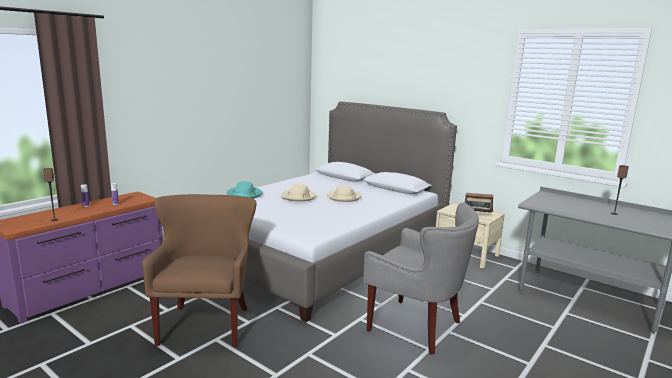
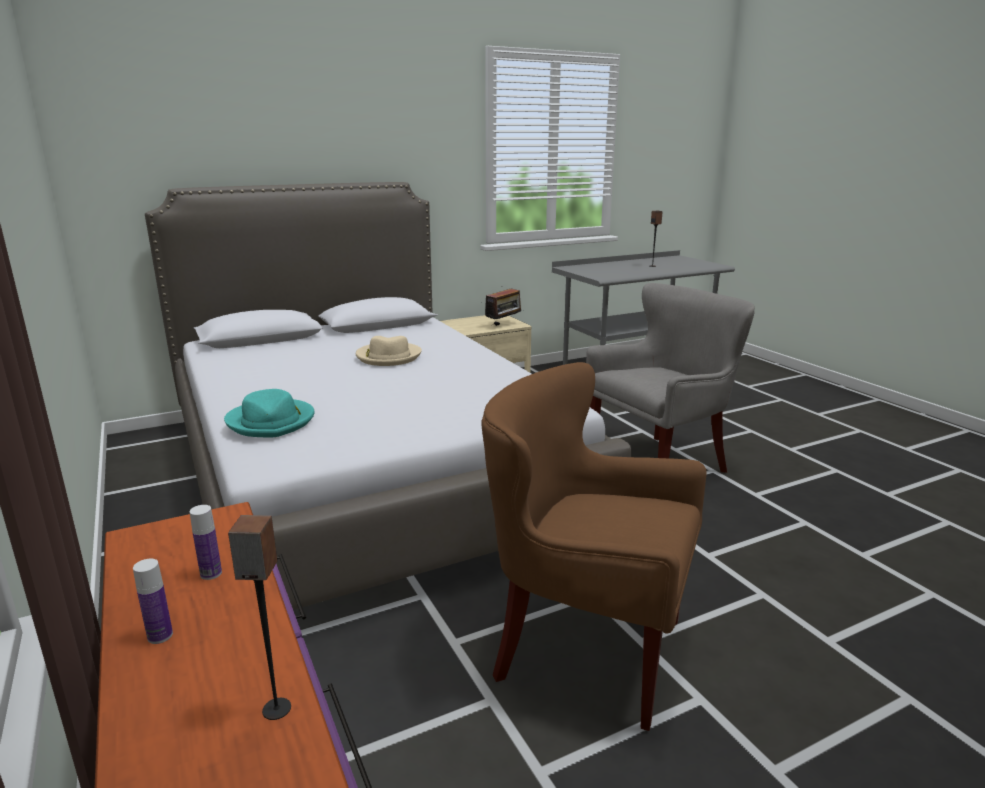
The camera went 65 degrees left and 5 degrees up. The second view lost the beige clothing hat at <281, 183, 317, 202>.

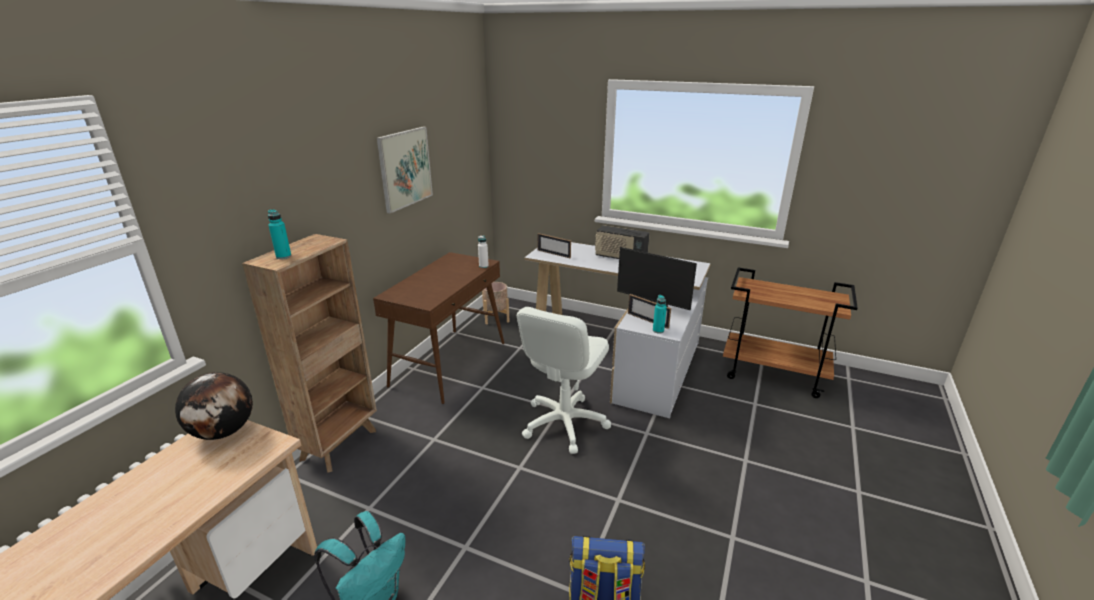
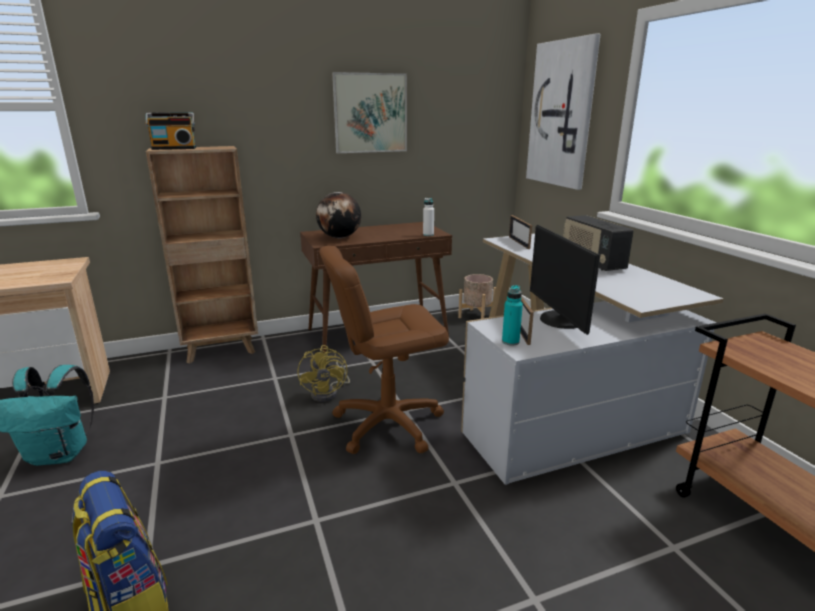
The camera went 45 degrees right and 5 degrees down. The globe ended up elsewhere, having gone from <175, 372, 253, 440> to <316, 192, 361, 238>. Where the turquoise drink bottle stood at <268, 209, 292, 259>, the radio set came to stand at <145, 112, 196, 150>. What was the white-coloured desk chair at <517, 307, 611, 454> turned into the brown desk chair at <319, 246, 449, 454>. The second view gained the yellow-coloured cooling fan at <297, 345, 350, 402>. The second view gained the picture at <526, 33, 601, 190>.

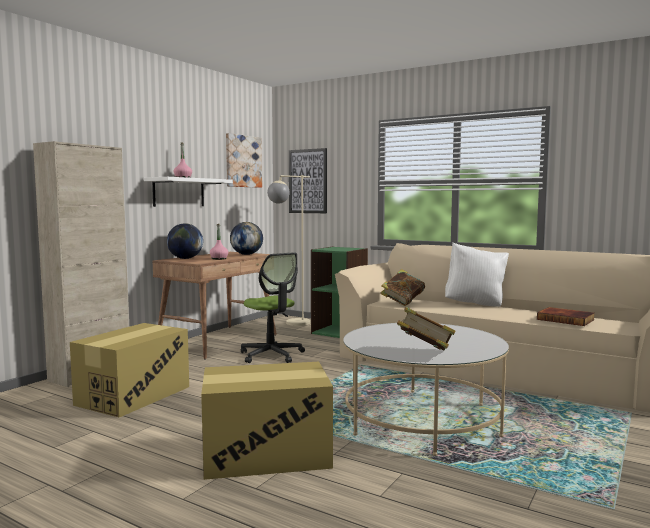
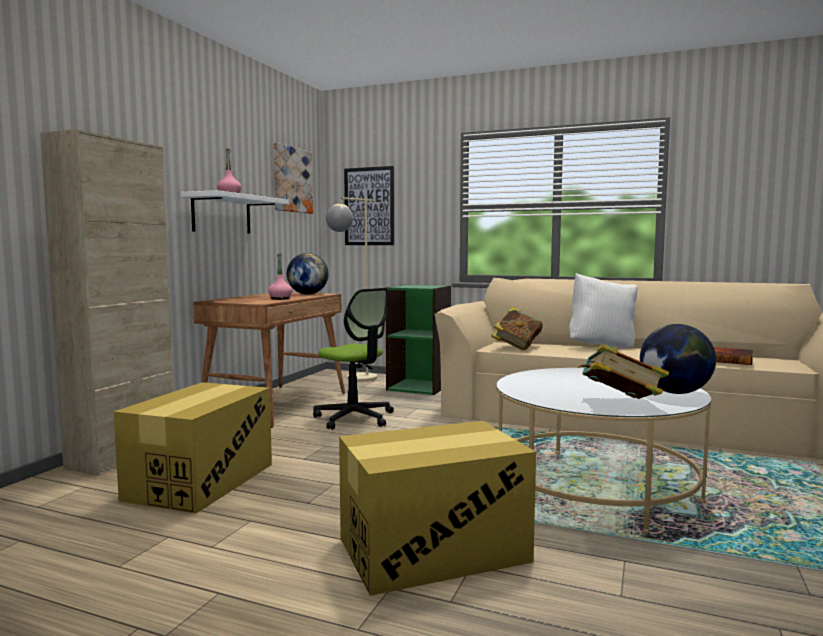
The camera went 10 degrees left and 0 degrees up. The globe ended up elsewhere, having gone from <167, 223, 203, 259> to <640, 324, 716, 394>.

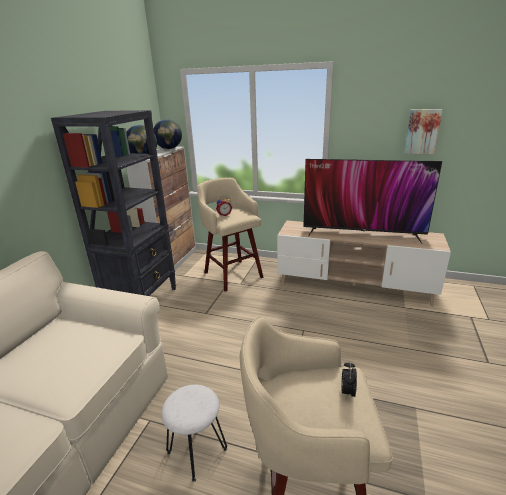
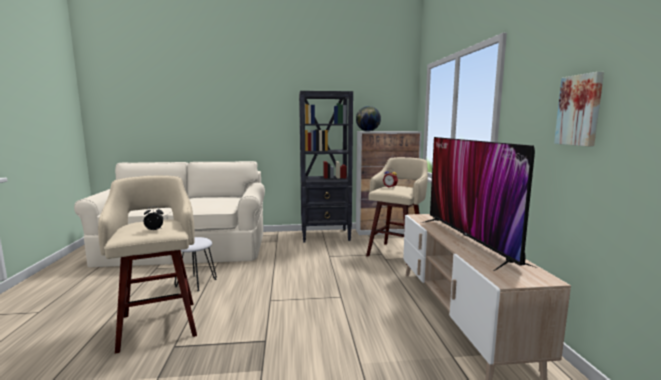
The camera went 65 degrees right and 15 degrees down. The second view lost the globe at <154, 119, 182, 149>.

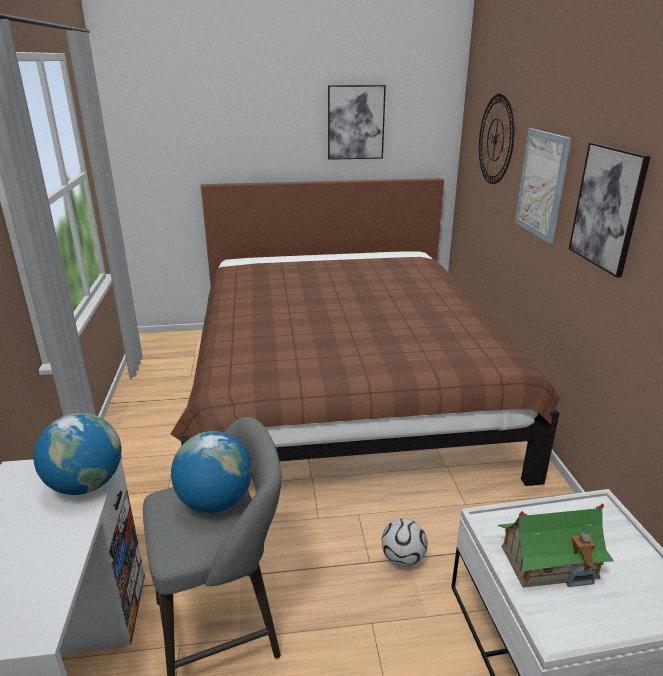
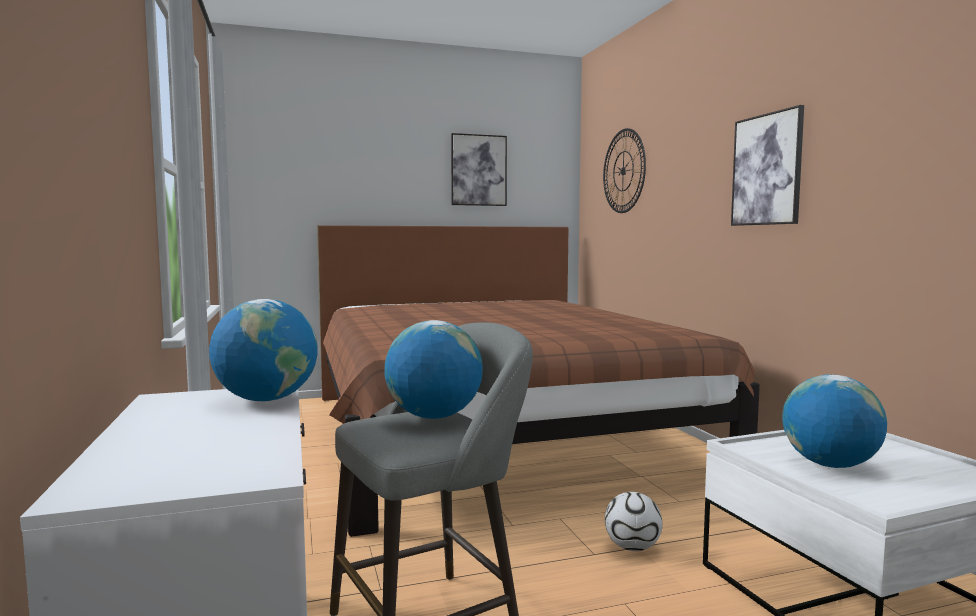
The camera went 10 degrees left and 20 degrees down. Where the toy house stood at <498, 503, 614, 588>, the globe came to stand at <782, 374, 887, 468>. The second view lost the picture at <515, 128, 572, 244>.

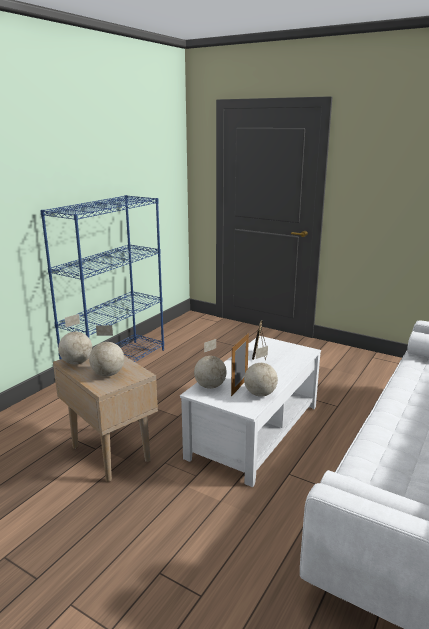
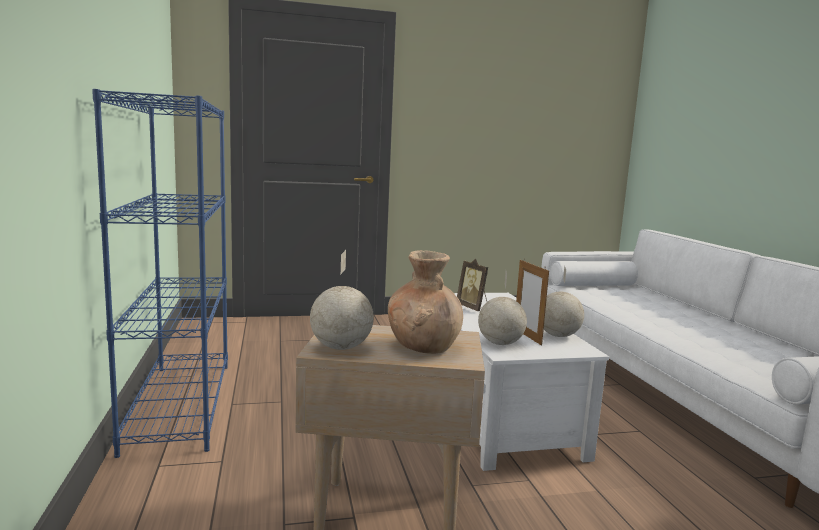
The camera went 45 degrees left and 10 degrees down. Where the globe stood at <89, 325, 124, 376>, the brown decorative vase came to stand at <388, 250, 463, 354>.

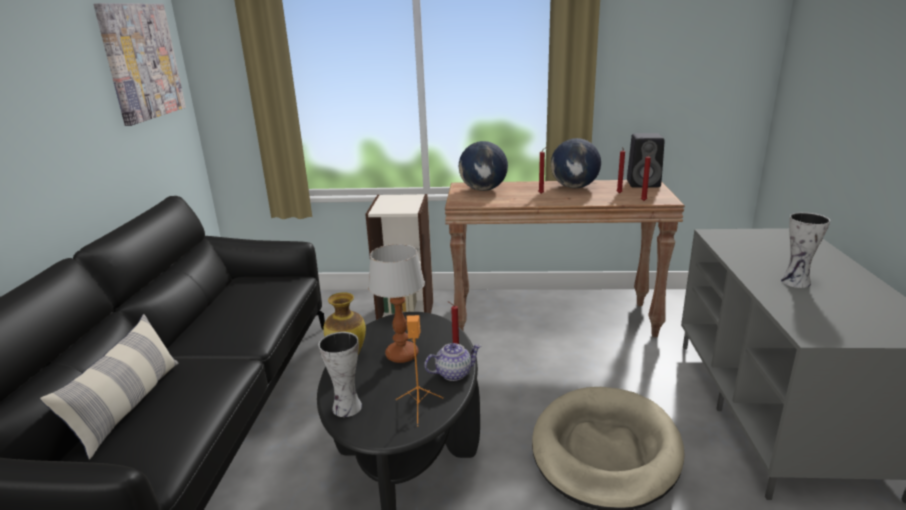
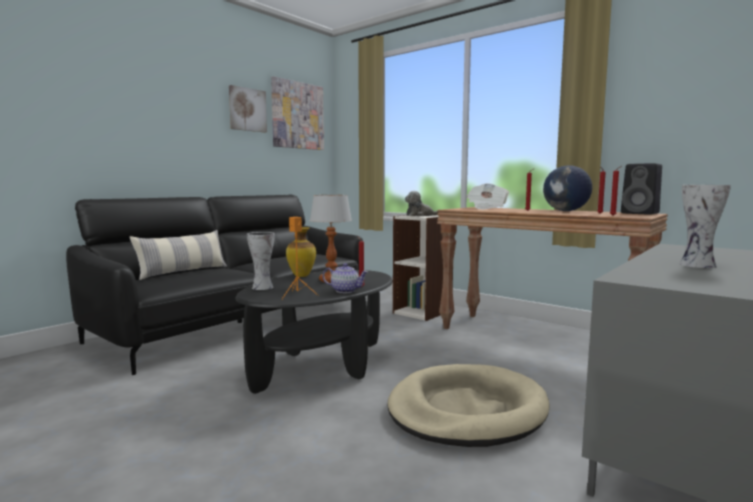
The camera went 35 degrees right and 15 degrees down. Where the globe stood at <459, 141, 508, 191>, the daily paper came to stand at <467, 184, 510, 210>. The second view gained the picture at <229, 85, 267, 132>. The second view gained the cuddly toy at <405, 191, 440, 216>.

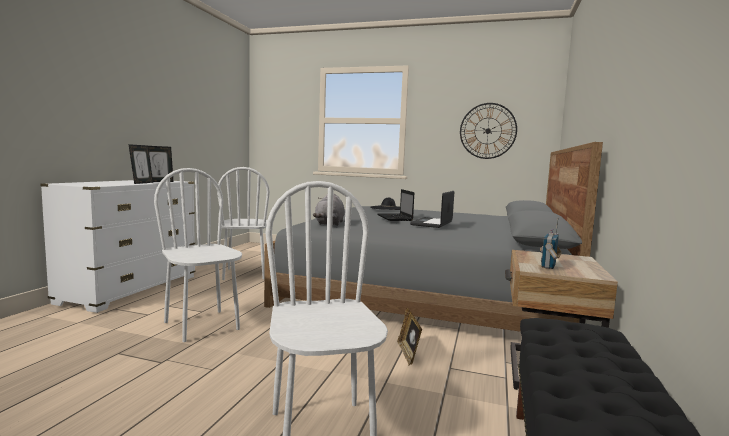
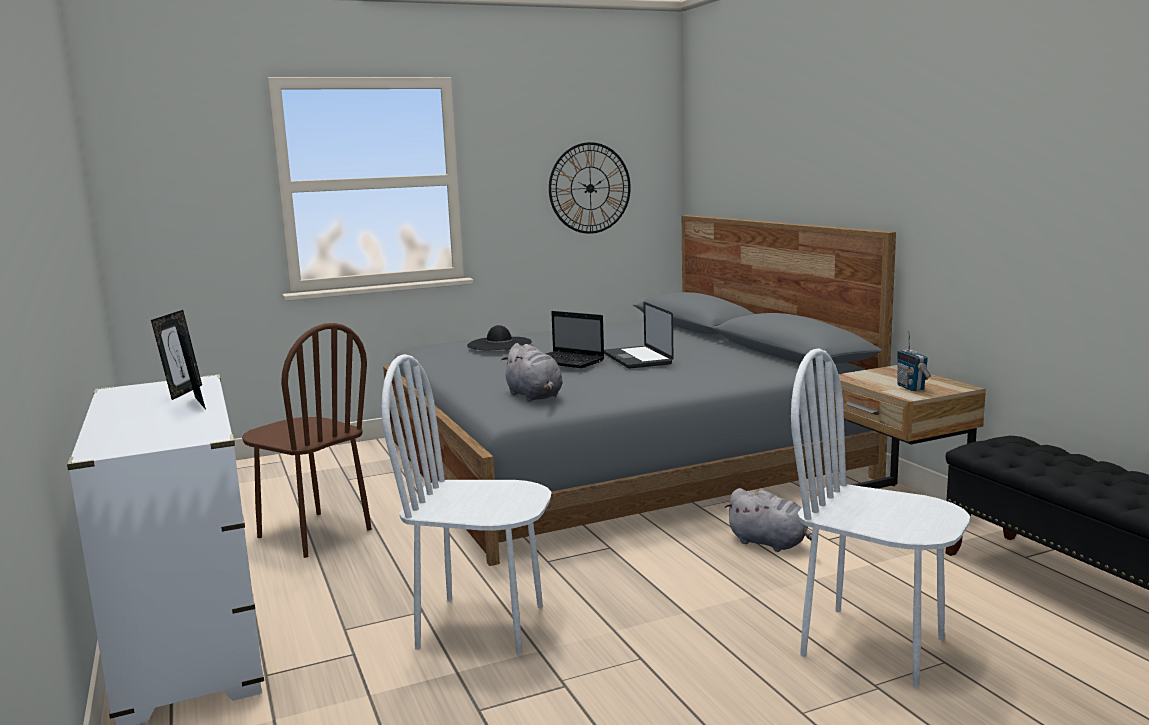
The camera went 40 degrees left and 5 degrees up. What was the white-coloured upright chair at <217, 167, 270, 280> turned into the brown upright chair at <242, 323, 372, 558>. Where the standing frame stood at <397, 308, 422, 365>, the gray cuddly toy came to stand at <725, 488, 812, 552>.

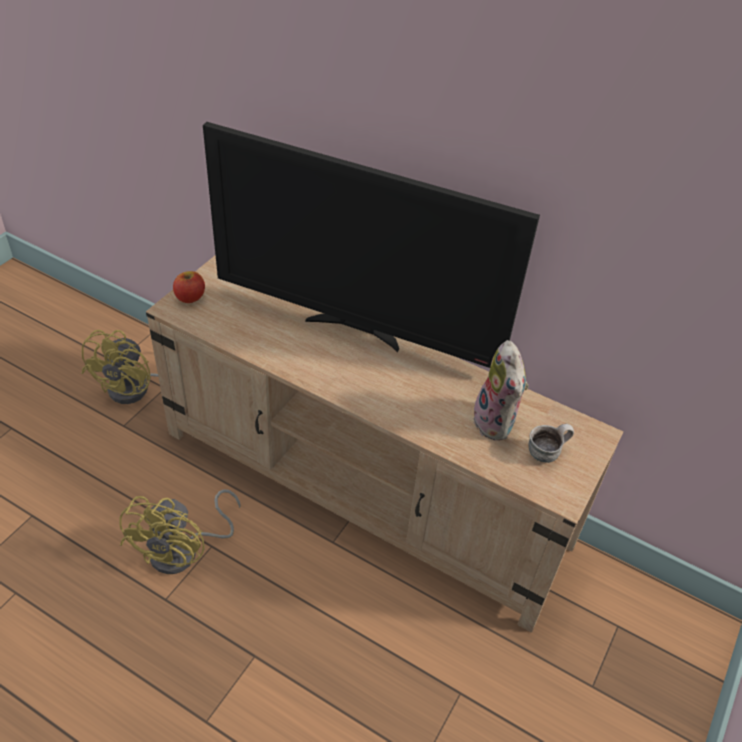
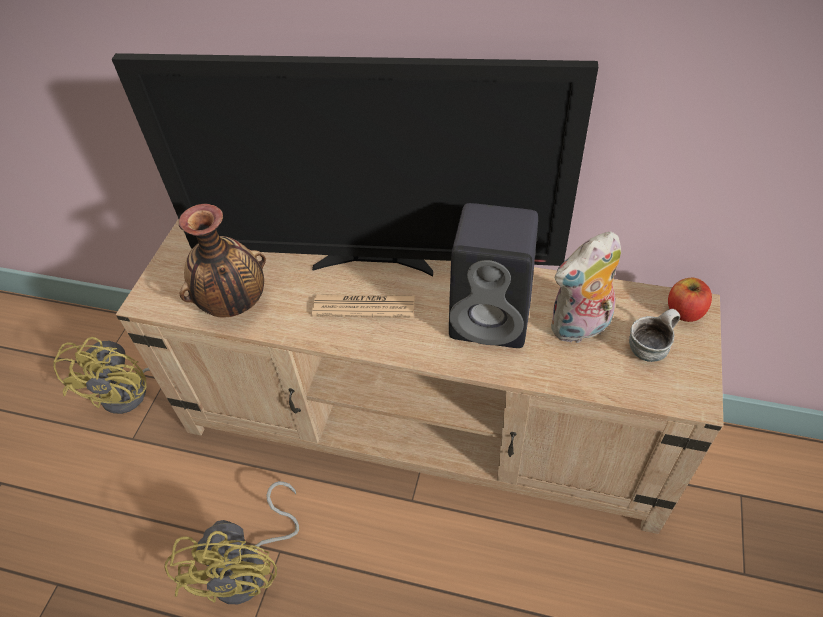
The camera went 10 degrees left and 5 degrees up. The apple ended up elsewhere, having gone from <173, 271, 205, 303> to <668, 278, 712, 322>. The cuddly toy at <473, 340, 529, 441> ended up facing another way, 90 degrees clockwise from before. The second view gained the decorative vase at <179, 204, 266, 318>. The second view gained the daily paper at <312, 294, 415, 318>. The second view gained the black-coloured speaker at <449, 203, 538, 348>.

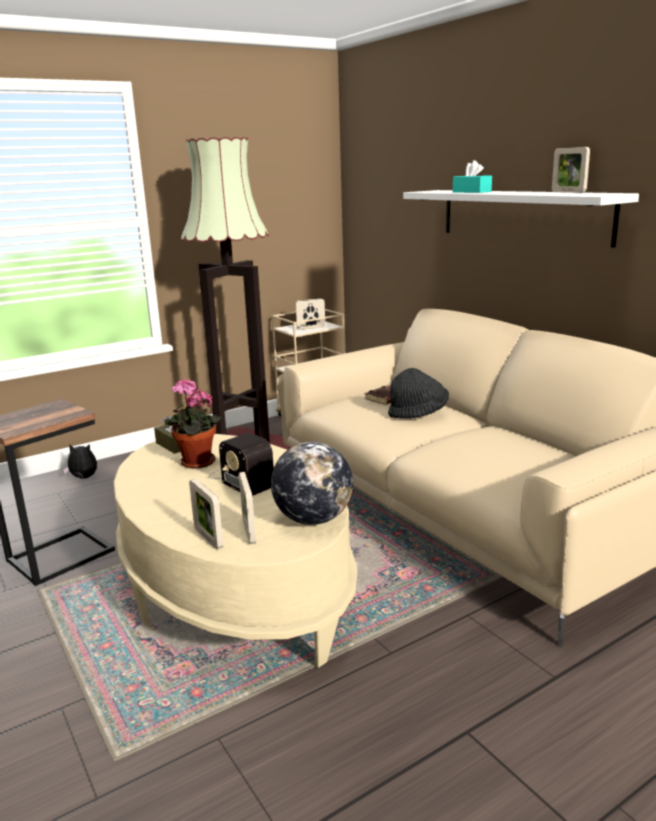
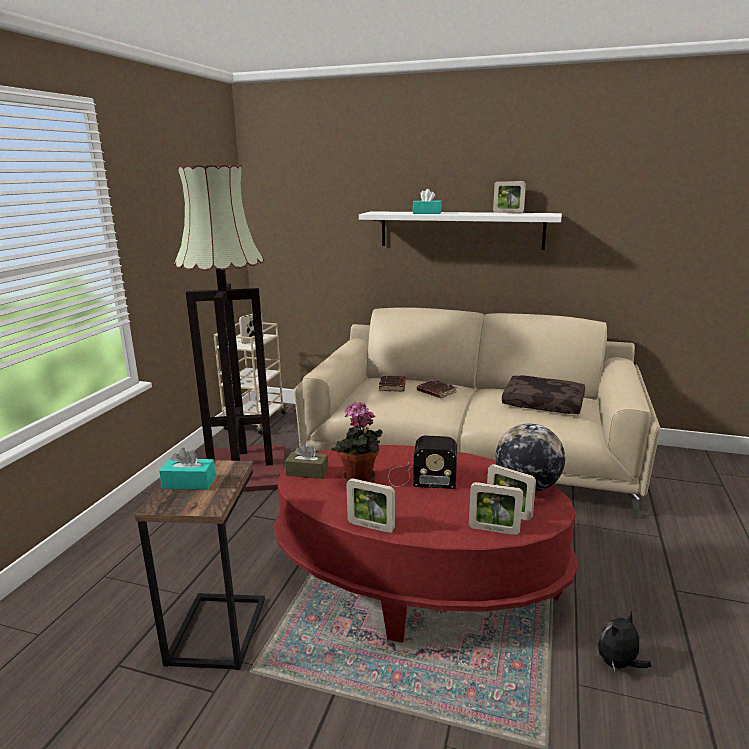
The camera went 40 degrees left and 0 degrees up. The cuddly toy ended up elsewhere, having gone from <63, 444, 97, 479> to <598, 611, 651, 671>. What was the beige lounge table at <114, 434, 357, 668> turned into the red-coloured lounge table at <274, 445, 578, 643>. Where the black-coloured clothing hat stood at <388, 368, 449, 419>, the brown bound book came to stand at <417, 380, 457, 398>. The second view gained the turquoise box of tissues at <159, 448, 216, 489>. The second view gained the standing frame at <346, 478, 395, 533>. The second view gained the brown cushion at <502, 375, 585, 414>.

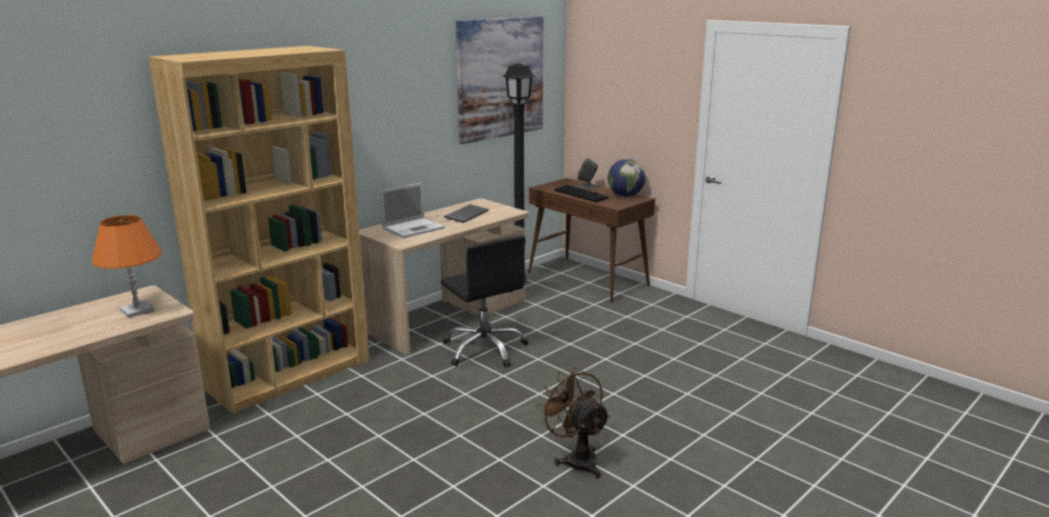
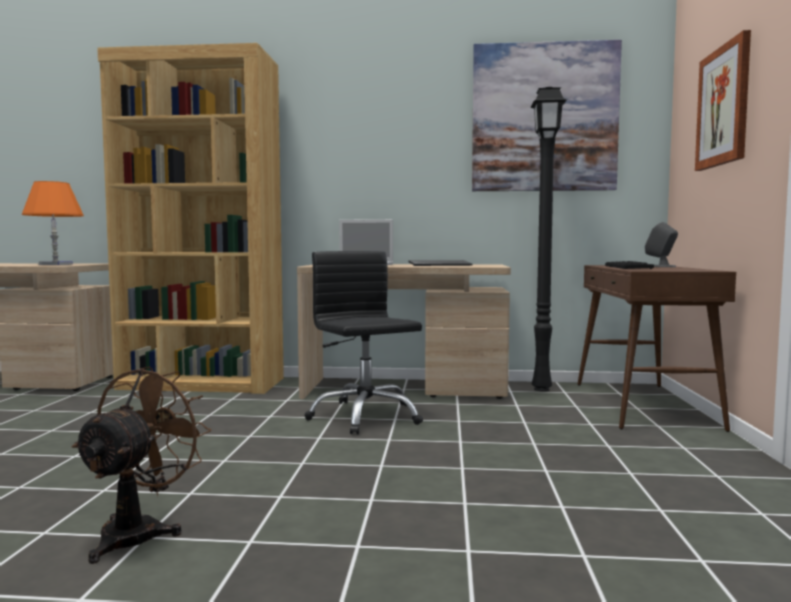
The camera went 50 degrees right and 15 degrees down. The black-coloured desk chair at <441, 235, 528, 367> ended up facing another way, 135 degrees clockwise from before. The second view lost the globe at <608, 159, 645, 197>. The second view gained the picture at <695, 30, 751, 171>.

